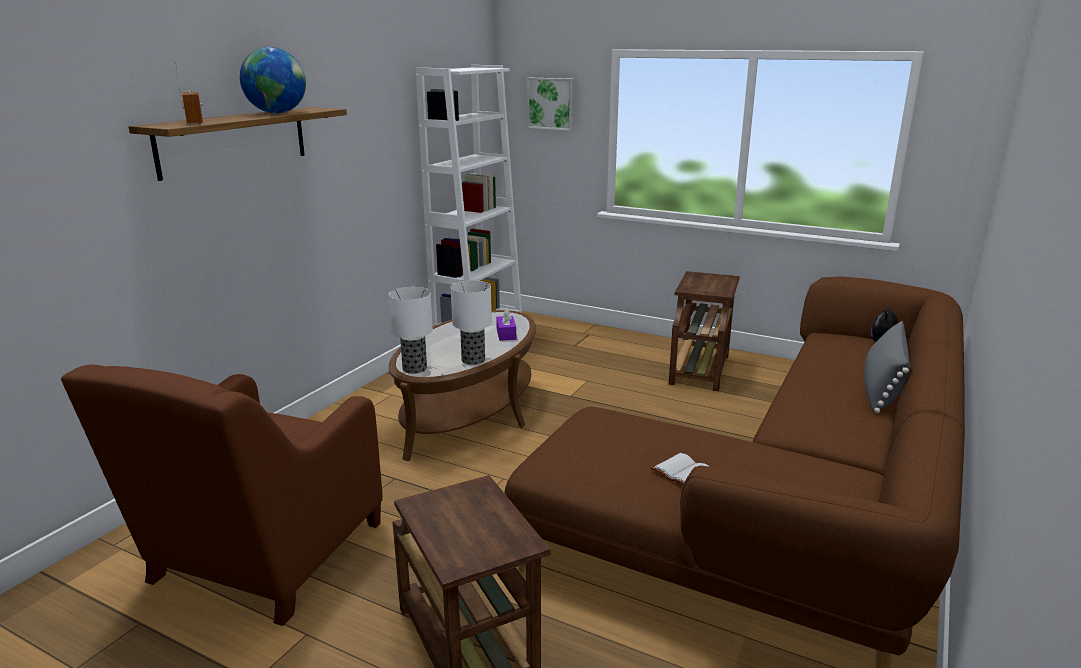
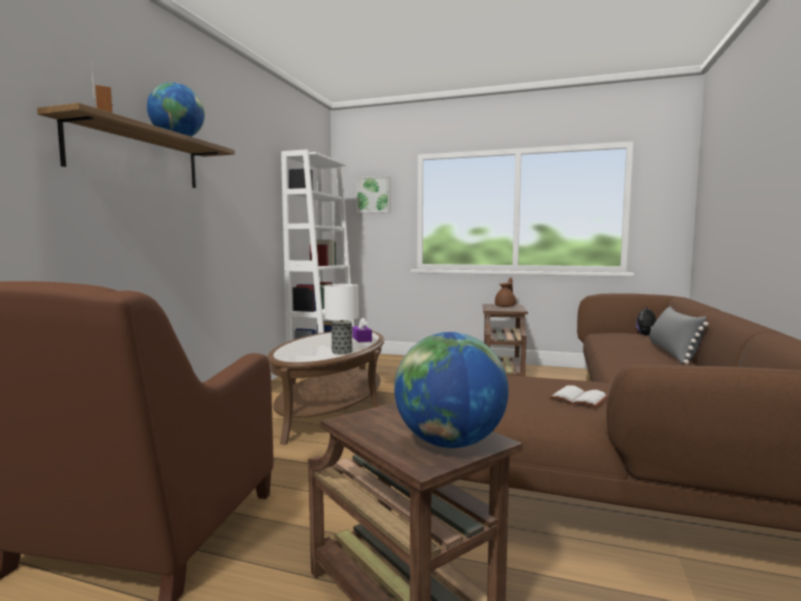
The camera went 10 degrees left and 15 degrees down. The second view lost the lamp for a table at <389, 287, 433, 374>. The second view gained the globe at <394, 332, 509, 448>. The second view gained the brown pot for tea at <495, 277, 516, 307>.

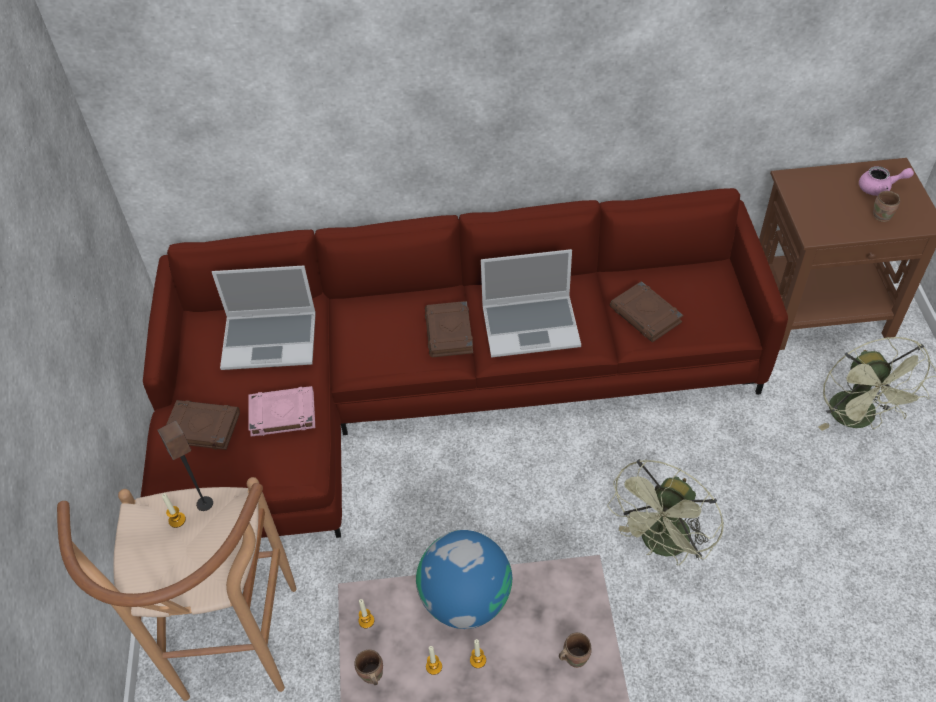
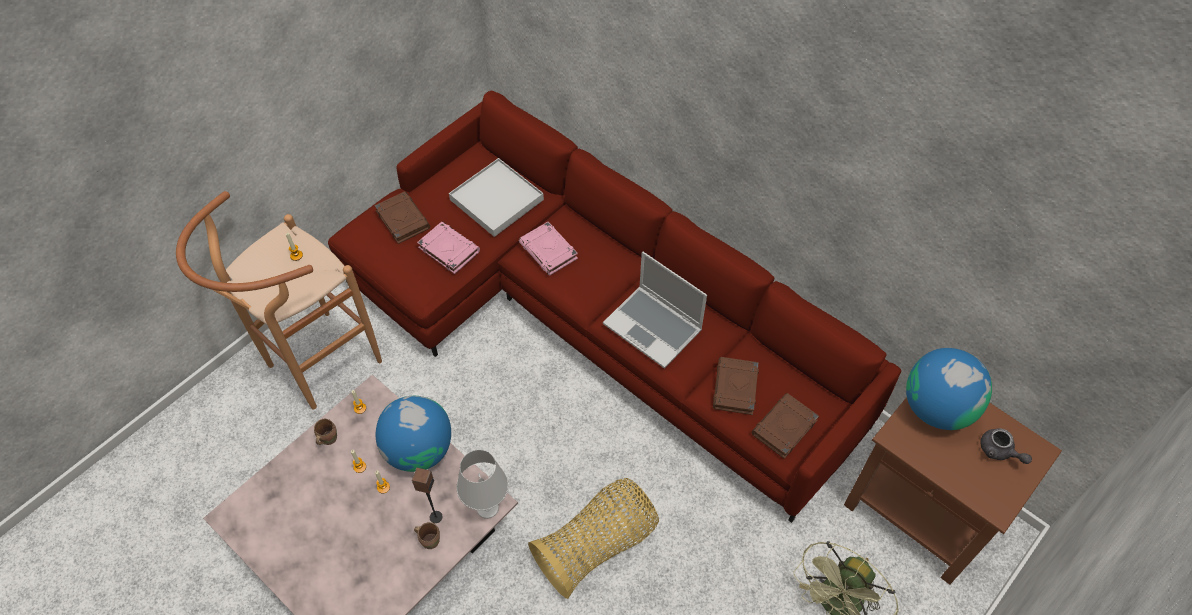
The camera went 45 degrees right and 5 degrees up. The speaker ended up elsewhere, having gone from <158, 420, 213, 511> to <412, 467, 443, 523>. Where the notebook computer stood at <212, 265, 316, 370>, the white-coloured carrying tray came to stand at <449, 158, 544, 237>. The brown bound book ended up elsewhere, having gone from <425, 301, 473, 357> to <751, 393, 819, 459>. Where the green cooling fan stood at <607, 459, 724, 566>, the household basket came to stand at <528, 478, 659, 599>. What was the pink-coloured pot for tea at <859, 166, 914, 196> turned into the gray pot for tea at <980, 428, 1032, 464>. The second view lost the brown mug at <873, 191, 900, 222>. The second view gained the white-coloured lamp for a table at <457, 450, 509, 519>. The second view gained the pink-coloured bound book at <519, 222, 578, 276>. The second view gained the globe at <906, 348, 992, 430>.

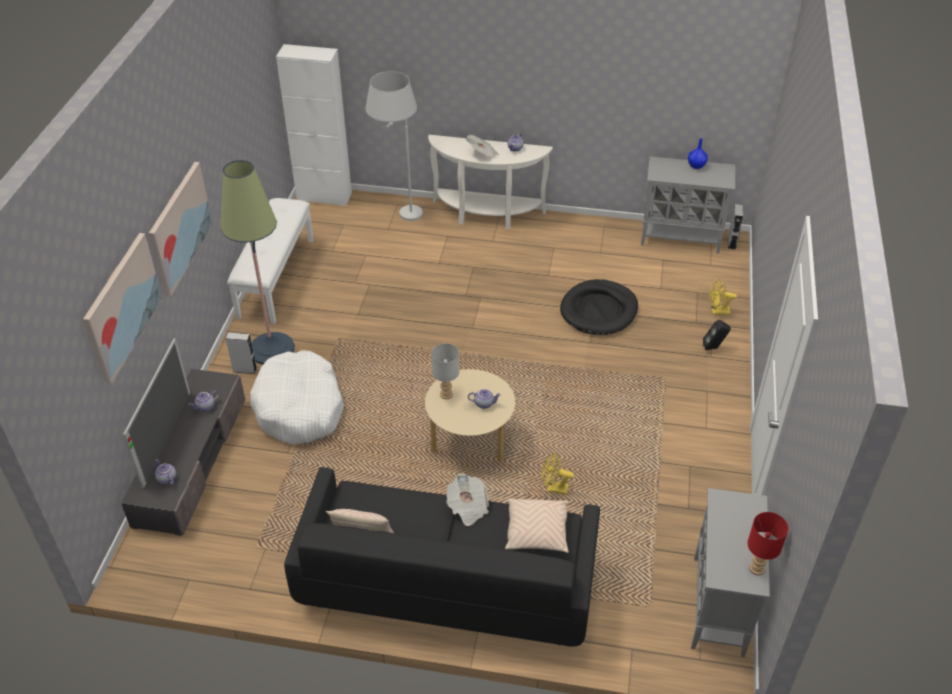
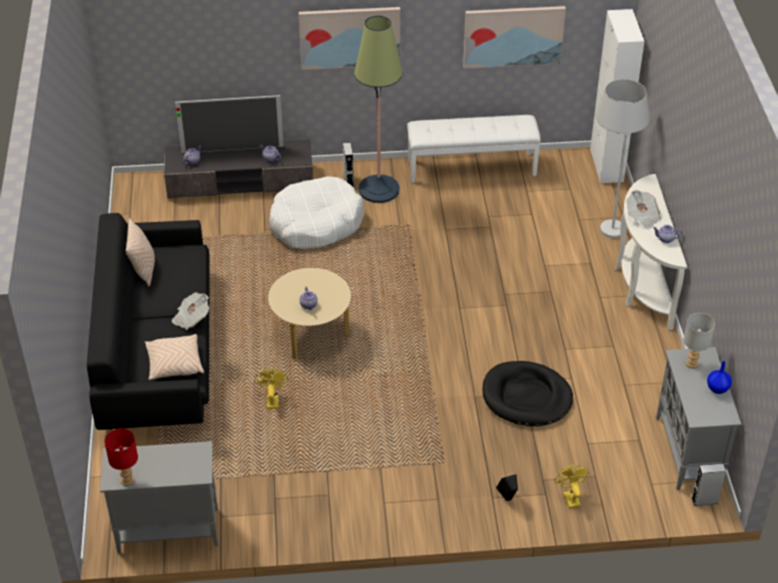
The camera went 75 degrees right and 0 degrees up. The picture ended up elsewhere, having gone from <83, 233, 162, 385> to <463, 6, 566, 68>. The gray lamp for a table ended up elsewhere, having gone from <431, 343, 459, 399> to <683, 313, 715, 368>.

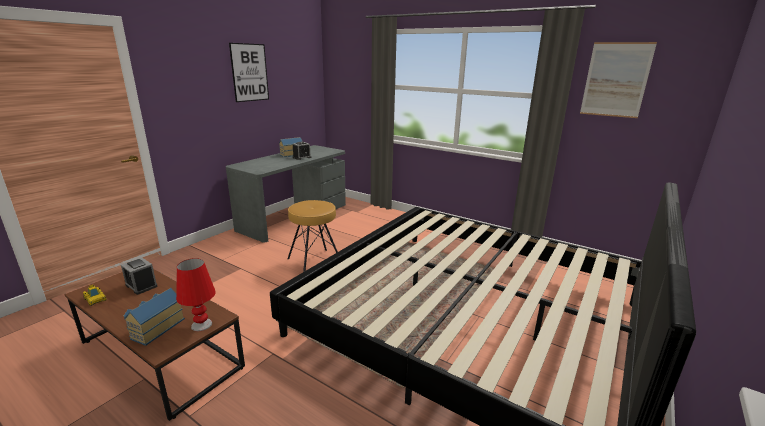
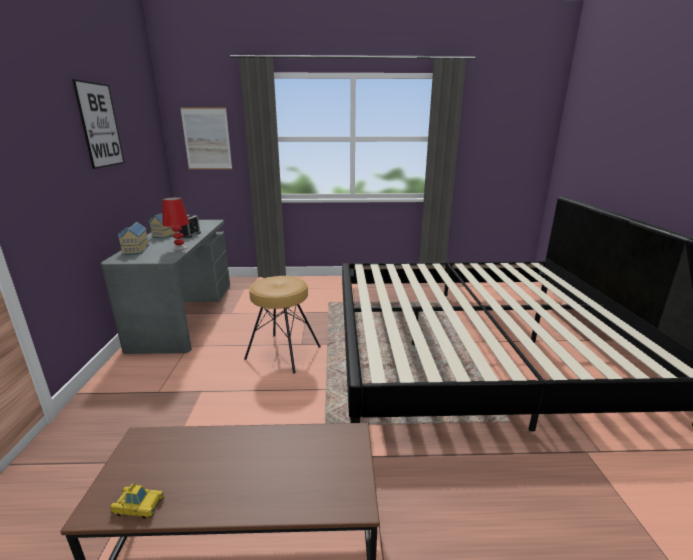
The camera went 35 degrees left and 0 degrees up. The second view lost the bedside clock at <121, 258, 157, 295>. The toy house ended up elsewhere, having gone from <124, 288, 185, 346> to <118, 222, 149, 255>. The red-coloured lamp for a table ended up elsewhere, having gone from <176, 258, 216, 332> to <162, 197, 189, 250>. The picture ended up elsewhere, having gone from <580, 42, 657, 118> to <180, 108, 232, 169>.

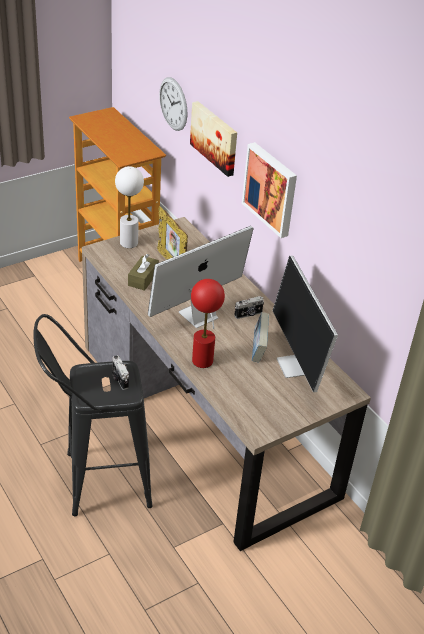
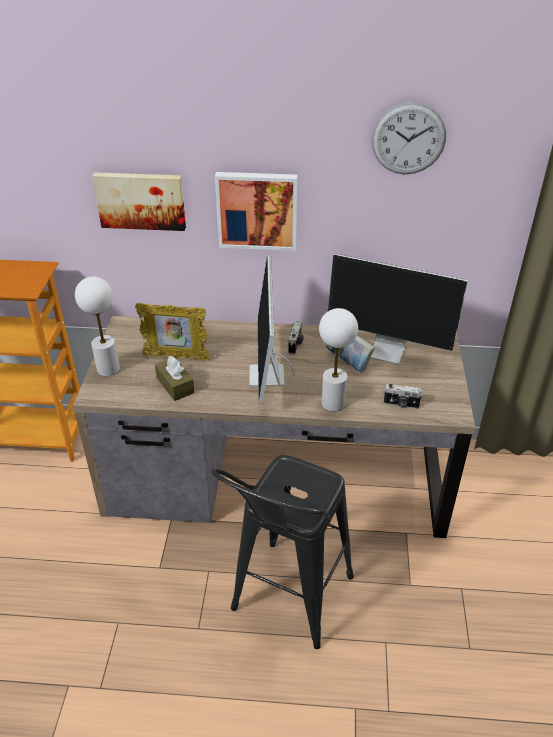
The camera went 50 degrees left and 0 degrees up. The photo camera ended up elsewhere, having gone from <113, 355, 129, 390> to <384, 384, 423, 409>. The clock on the wall ended up elsewhere, having gone from <159, 77, 187, 131> to <372, 102, 446, 174>. What was the red-coloured lamp for a table at <191, 279, 225, 368> turned into the white-coloured lamp for a table at <319, 308, 358, 412>.

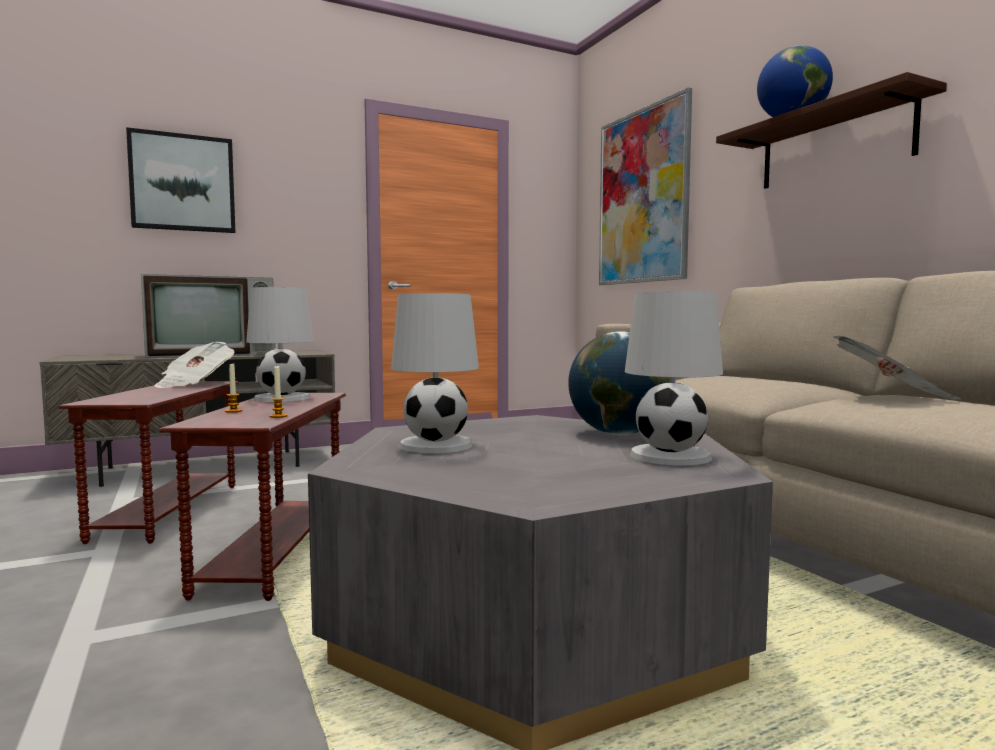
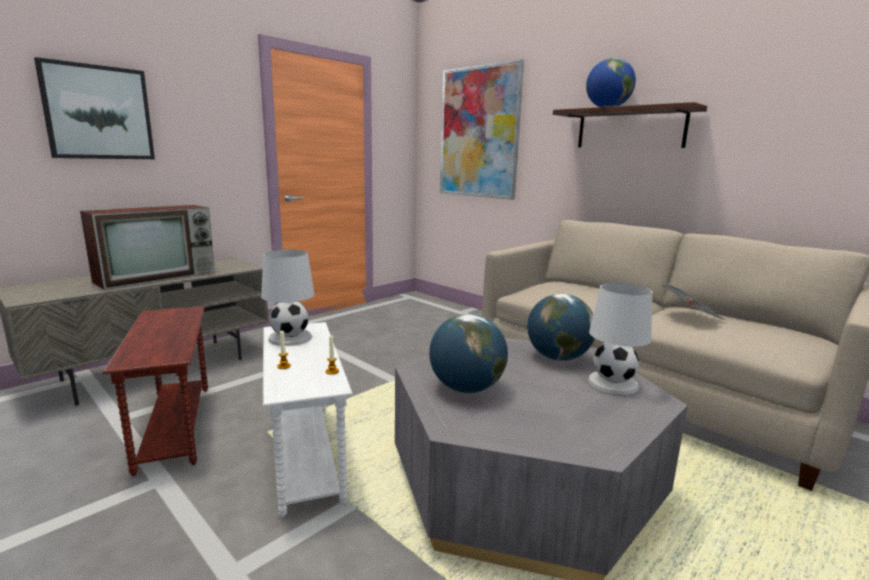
The camera went 20 degrees left and 10 degrees up. The second view lost the daily paper at <154, 342, 235, 388>. What was the brown accent table at <159, 393, 346, 601> turned into the white-coloured accent table at <263, 322, 353, 517>. Where the white-coloured lamp for a table stood at <391, 293, 479, 453>, the globe came to stand at <429, 314, 508, 393>.

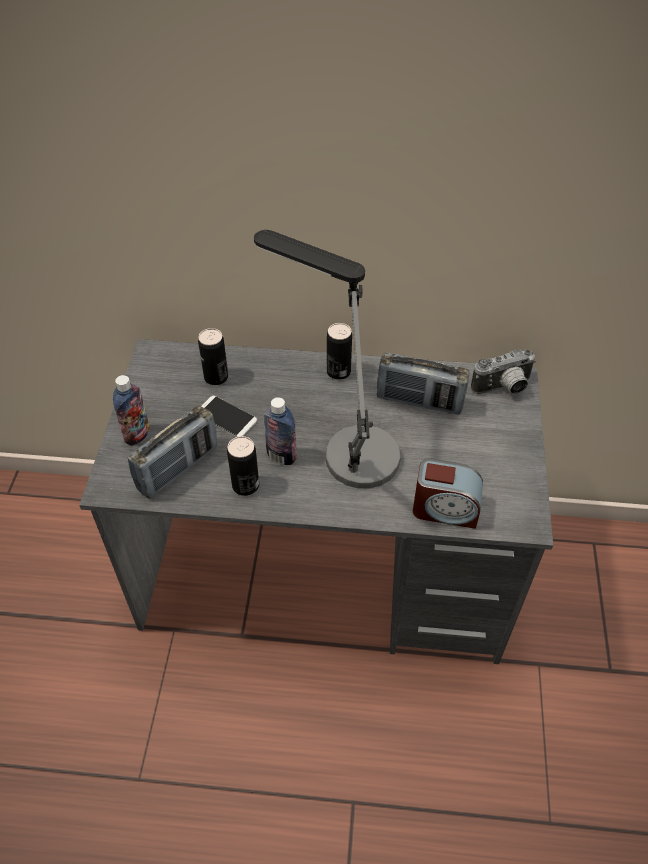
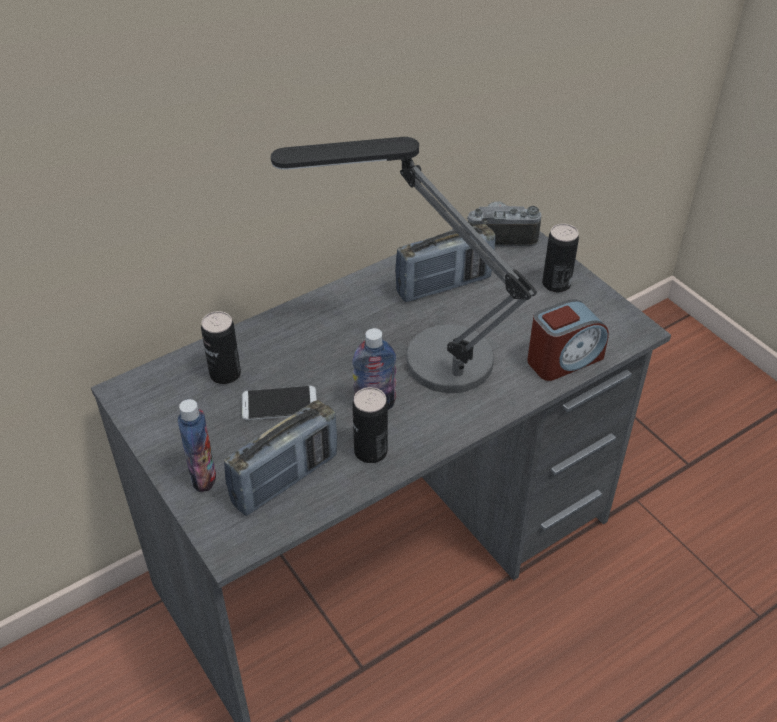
The camera went 40 degrees left and 5 degrees down. The radio set at <128, 405, 217, 499> ended up facing another way, 45 degrees clockwise from before. The metal can ended up elsewhere, having gone from <327, 323, 352, 380> to <542, 224, 579, 292>. The photo camera at <471, 349, 536, 394> ended up facing another way, 120 degrees counterclockwise from before.

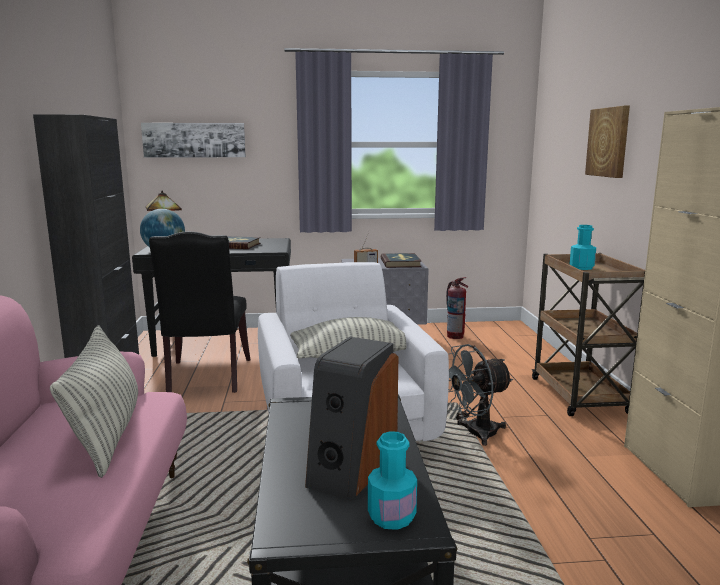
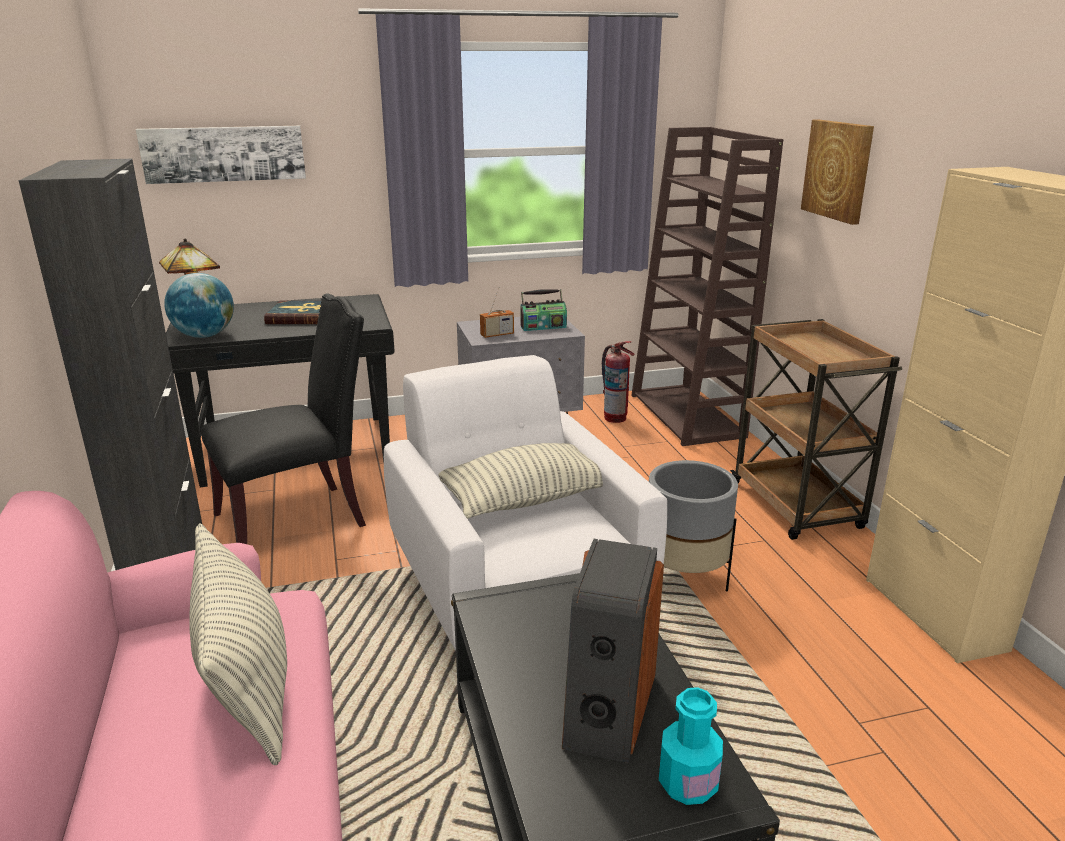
The camera went 10 degrees left and 10 degrees up. The black-coloured upright chair at <149, 231, 251, 393> ended up facing another way, 105 degrees counterclockwise from before. Where the bound book stood at <380, 253, 421, 268>, the radio set came to stand at <520, 289, 567, 331>. Where the gray cooling fan stood at <449, 344, 513, 446>, the gray planter came to stand at <649, 460, 738, 592>. The second view lost the turquoise drink bottle at <570, 225, 596, 270>. The second view gained the brown bookshelf at <631, 127, 783, 446>.

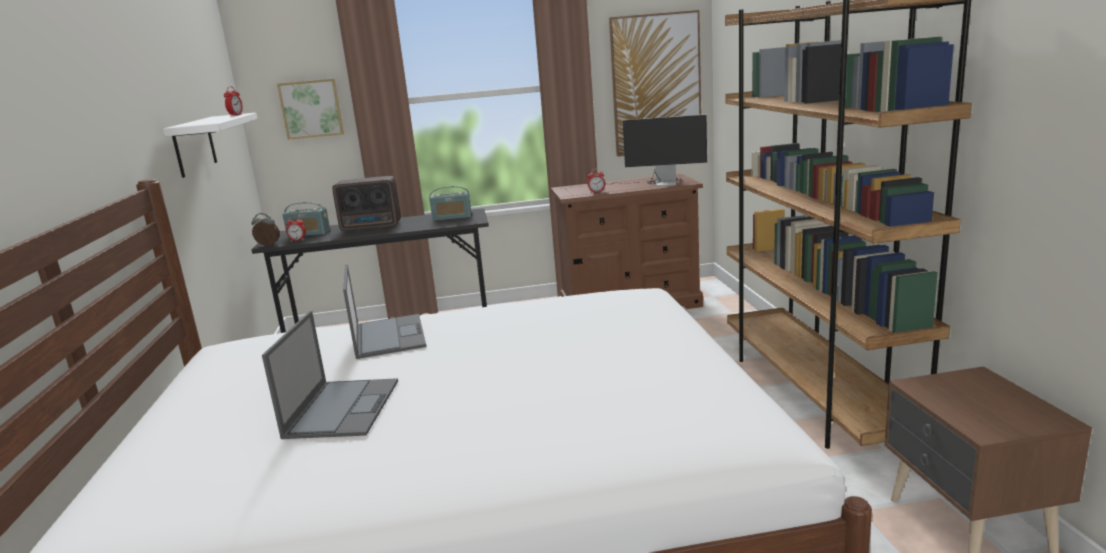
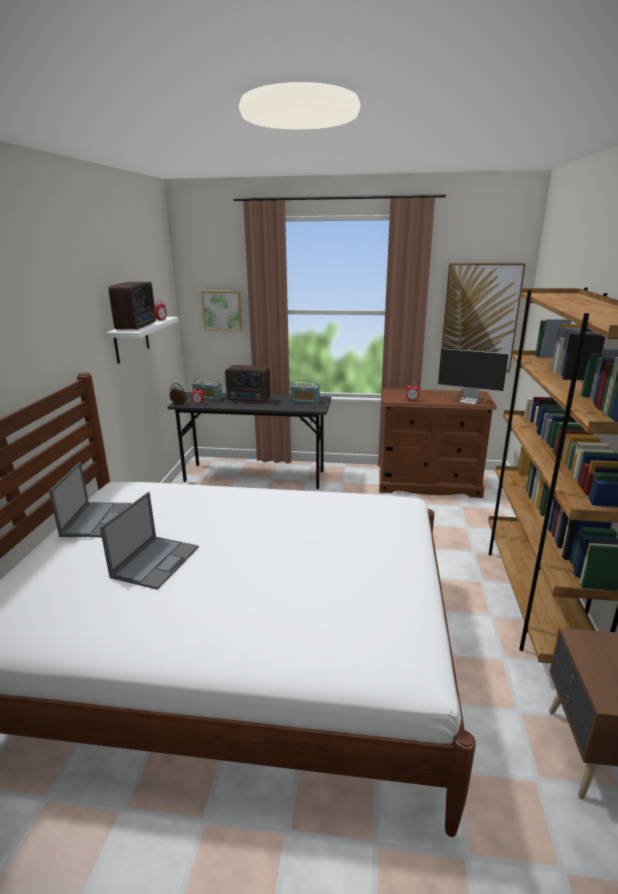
The camera went 15 degrees right and 5 degrees up. The notebook computer ended up elsewhere, having gone from <343, 264, 426, 359> to <49, 462, 131, 537>. The second view gained the radio set at <108, 282, 156, 330>.

